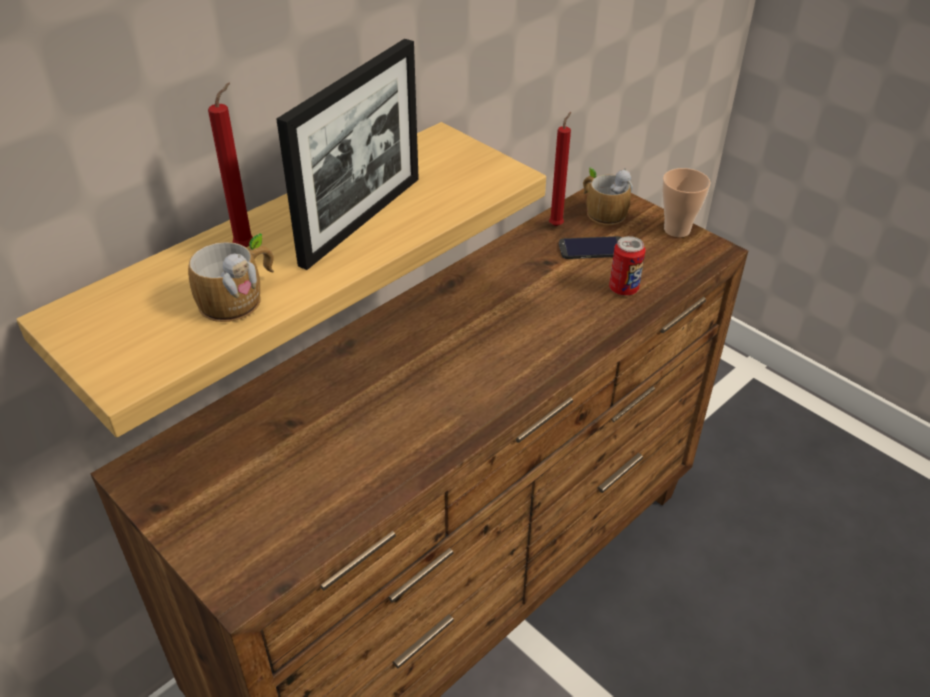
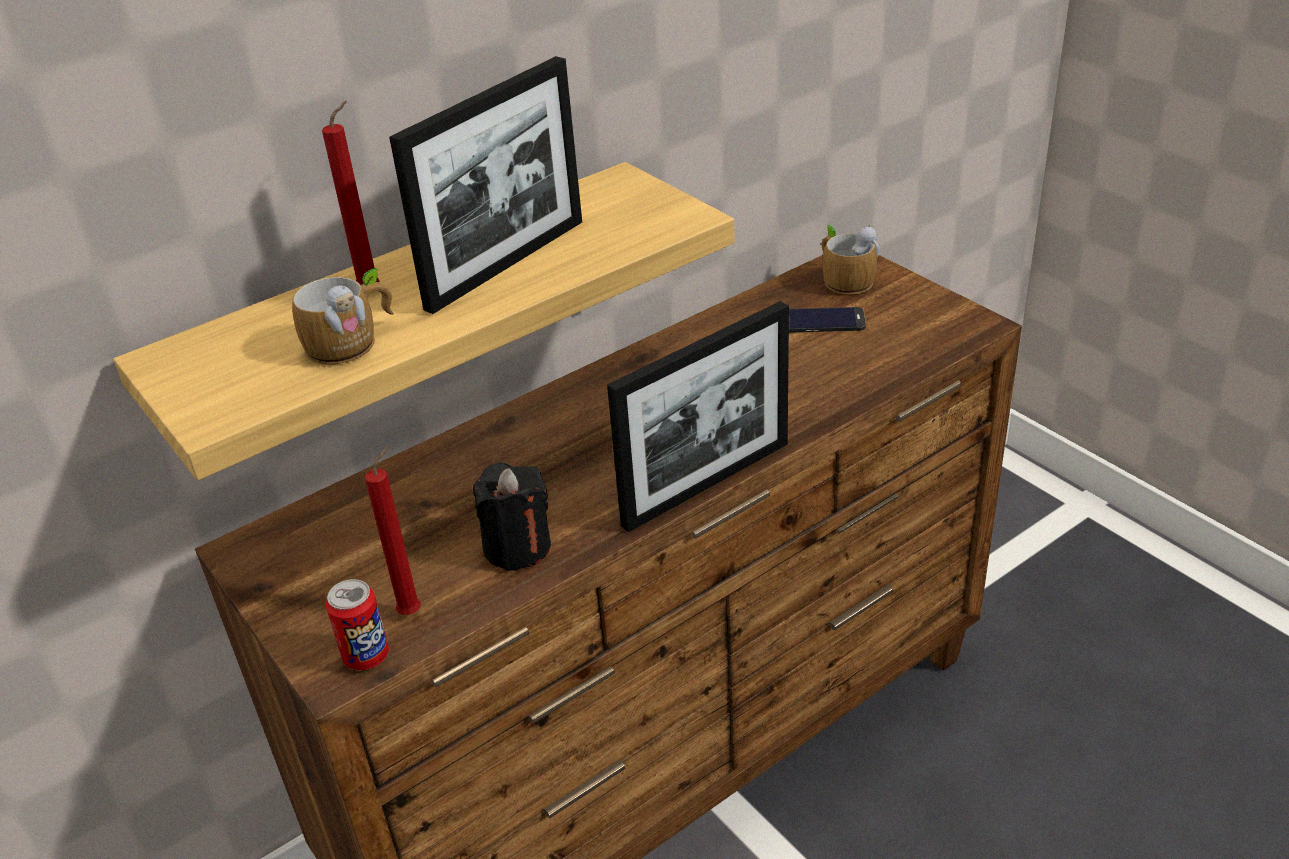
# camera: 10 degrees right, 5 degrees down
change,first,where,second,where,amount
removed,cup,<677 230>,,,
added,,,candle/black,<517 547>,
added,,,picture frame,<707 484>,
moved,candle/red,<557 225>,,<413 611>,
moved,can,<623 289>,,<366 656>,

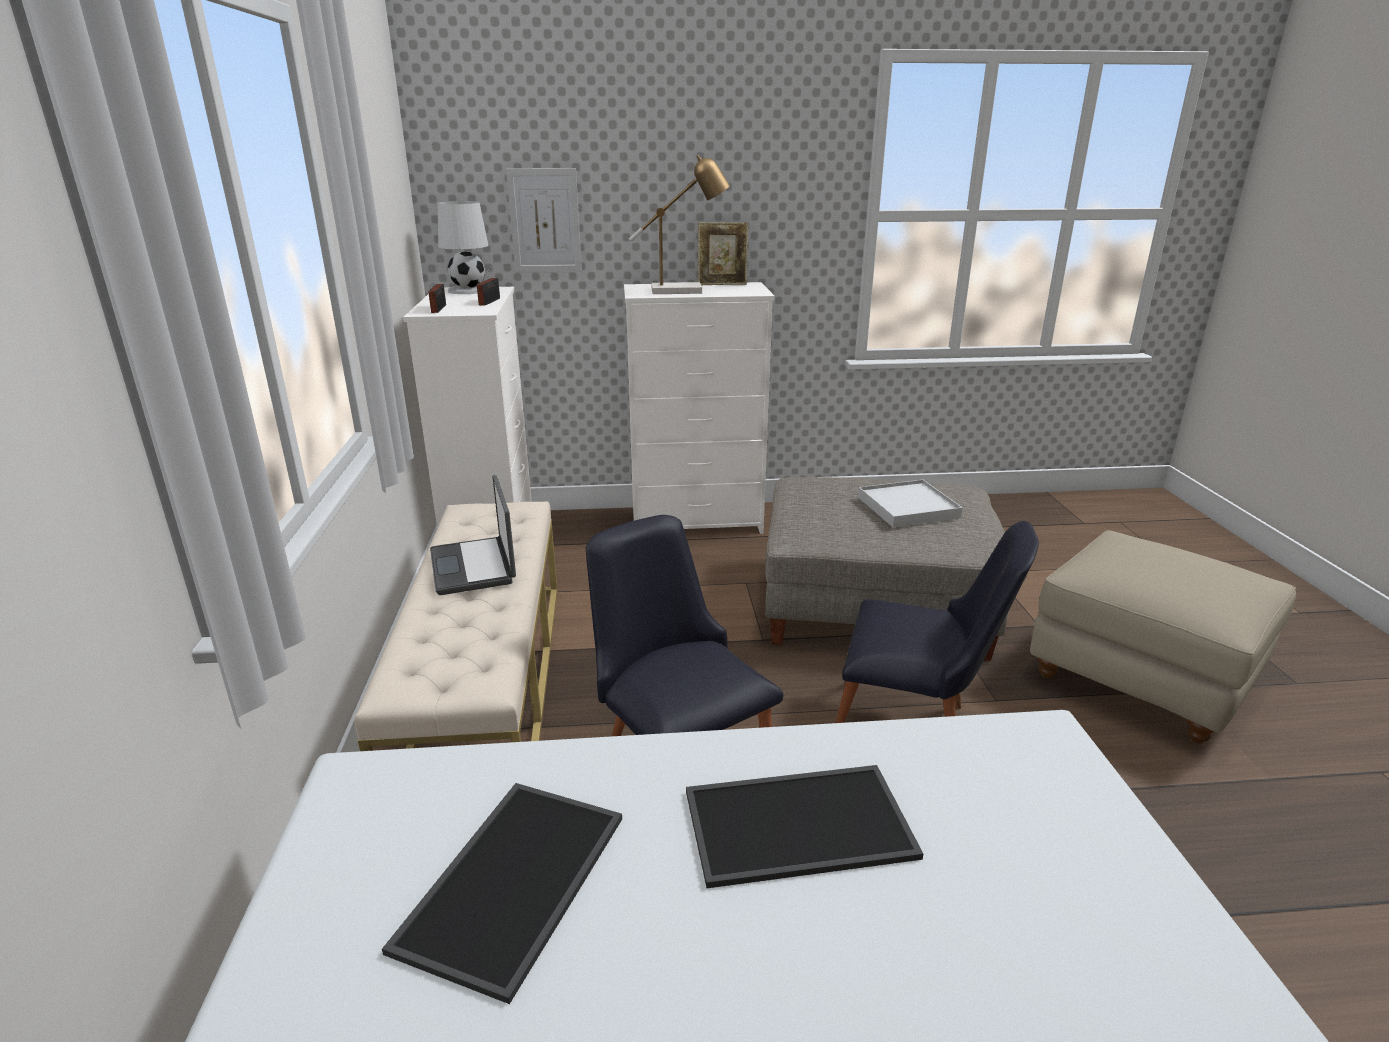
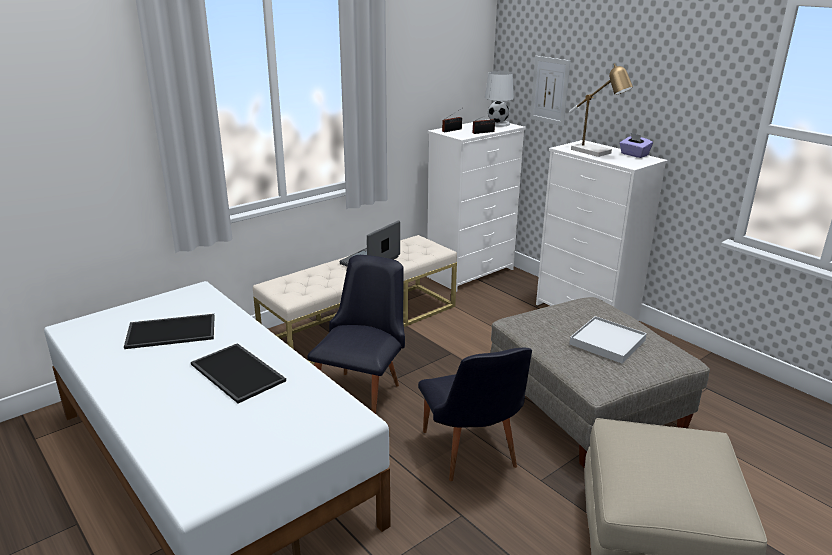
# camera: 55 degrees right, 0 degrees up
change,first,where,second,where,amount
replaced,picture frame,<722 284>,tissue box/purple,<634 155>,

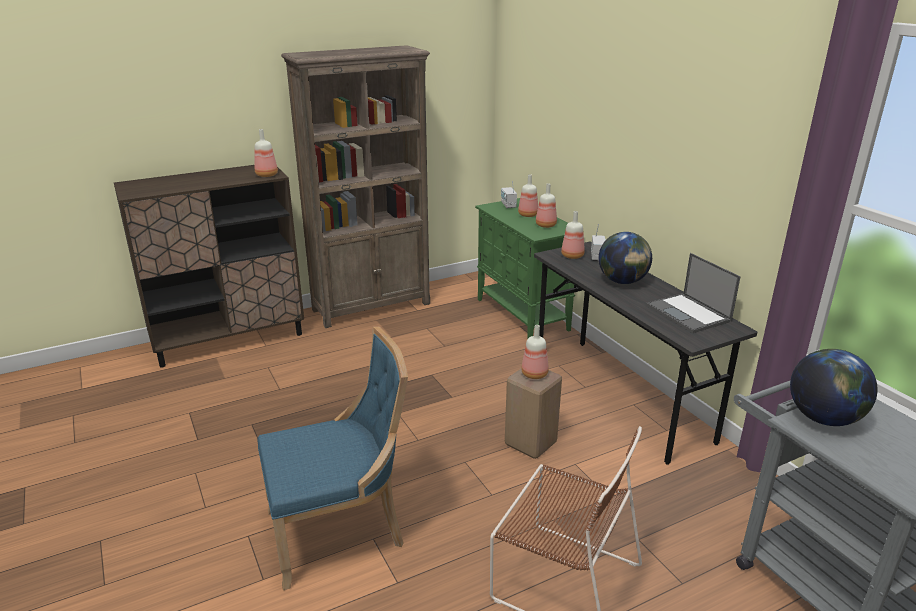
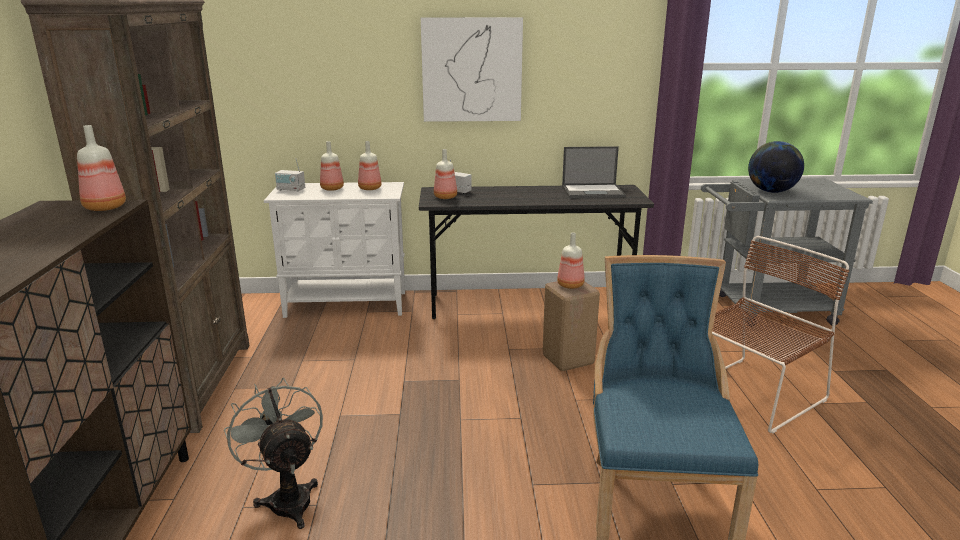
# camera: 65 degrees left, 5 degrees down
change,first,where,second,where,amount
removed,globe,<622 281>,,,
added,,,fan/grey,<287 498>,
added,,,picture,<472 70>,
recoloured,cabinet/green,<523 315>,cabinet/white,<347 304>,

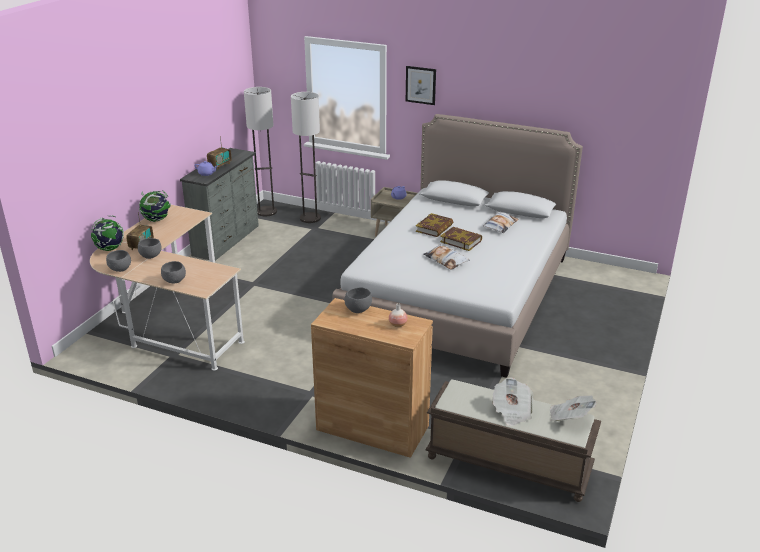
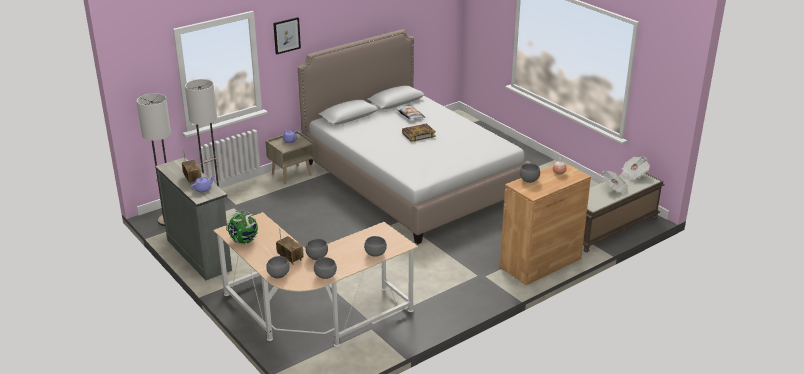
# camera: 60 degrees left, 0 degrees up
change,first,where,second,where,amount
removed,book,<434 228>,,,
removed,pillow,<446 260>,,,
replaced,globe,<110 249>,bowl/grey,<278 275>,

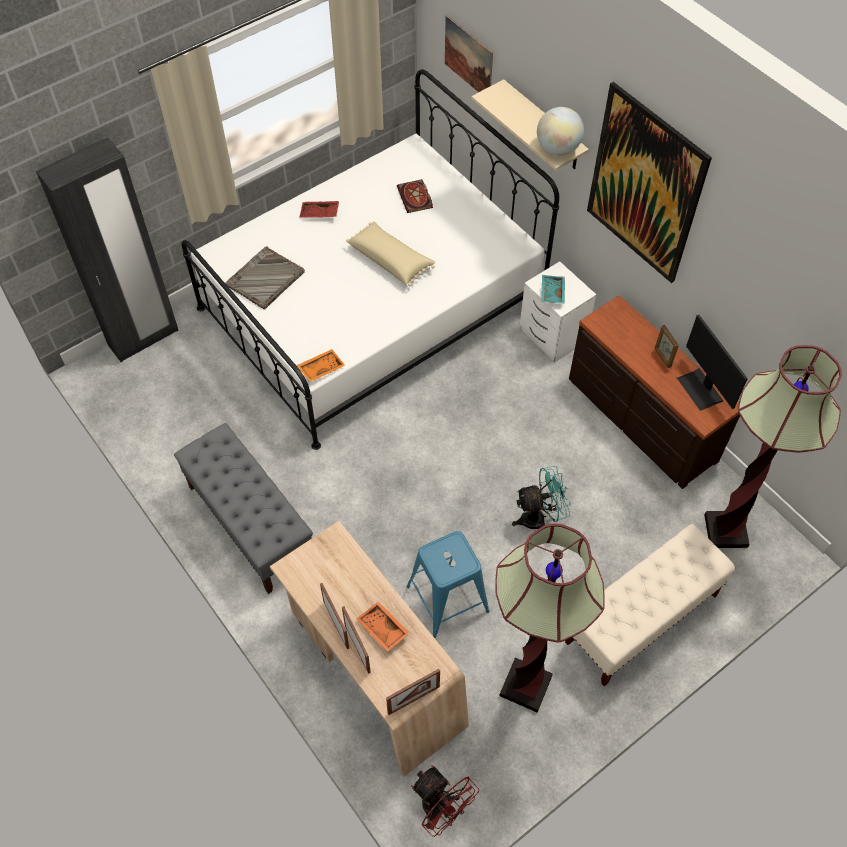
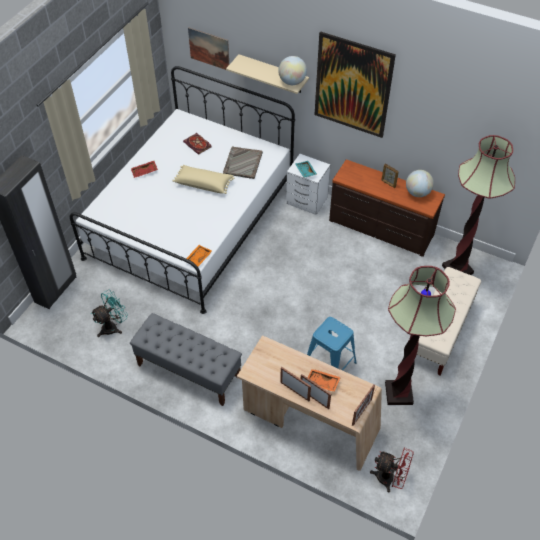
# camera: 25 degrees left, 5 degrees down
change,first,where,second,where,amount
moved,tray/grey,<264 279>,,<242 163>,
moved,fan/turquoise,<539 518>,,<113 326>,
replaced,monitor,<700 389>,globe,<417 193>,

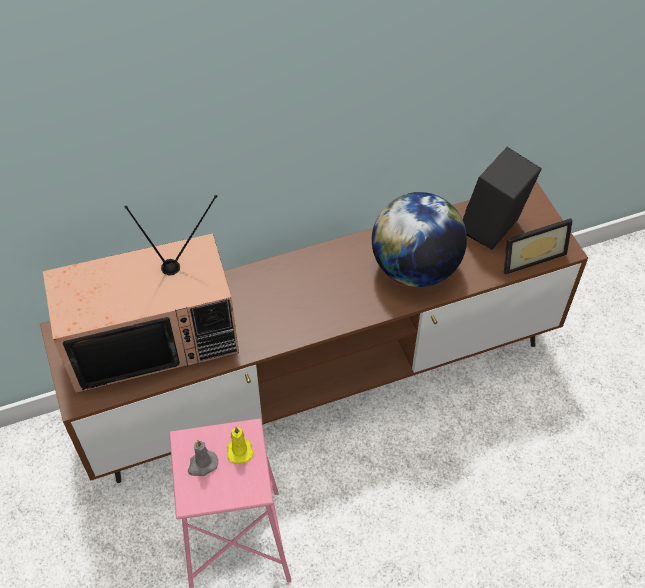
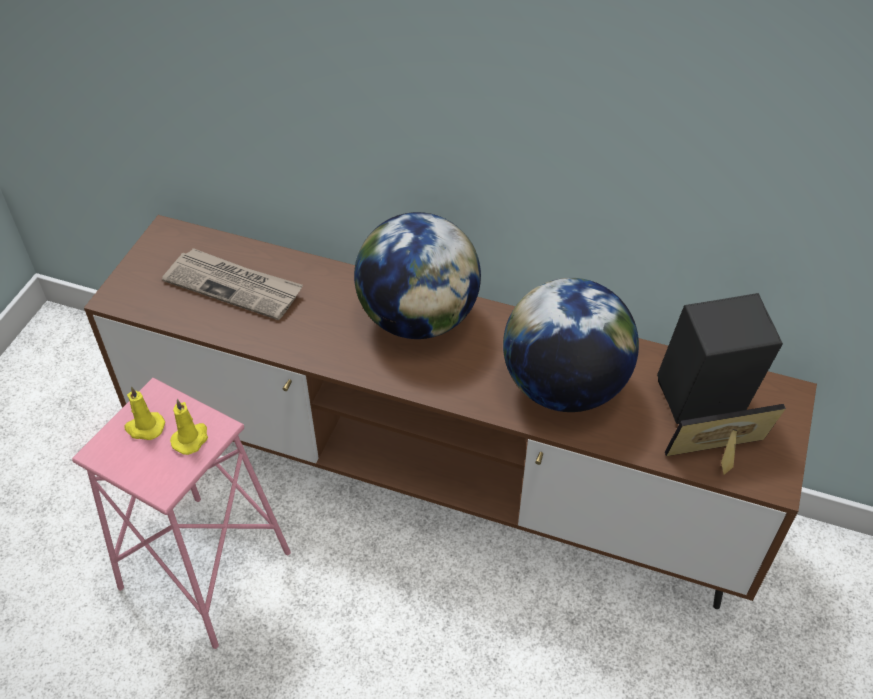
# camera: 40 degrees right, 5 degrees down
change,first,where,second,where,amount
added,,,globe,<418 318>,
replaced,television,<153 337>,newspaper,<235 286>,
recoloured,candle/grey,<202 465>,candle/yellow,<144 427>,
turned,picture frame,<530 255>,,<720 459>,150 degrees clockwise

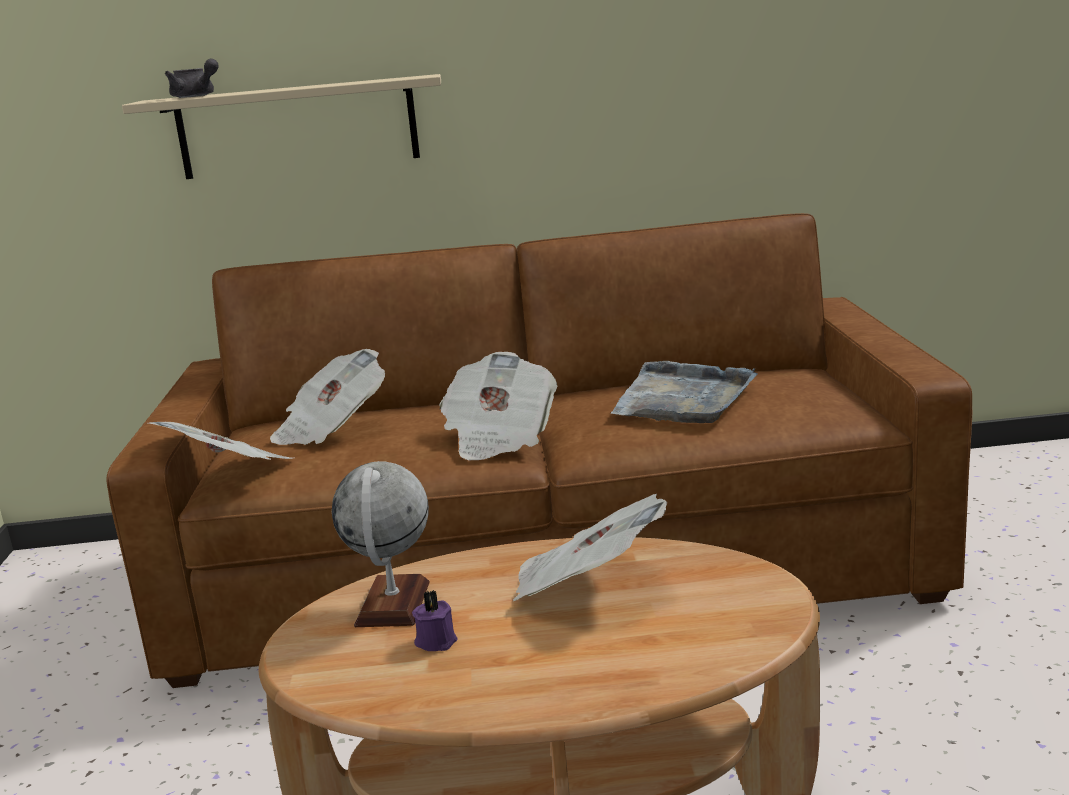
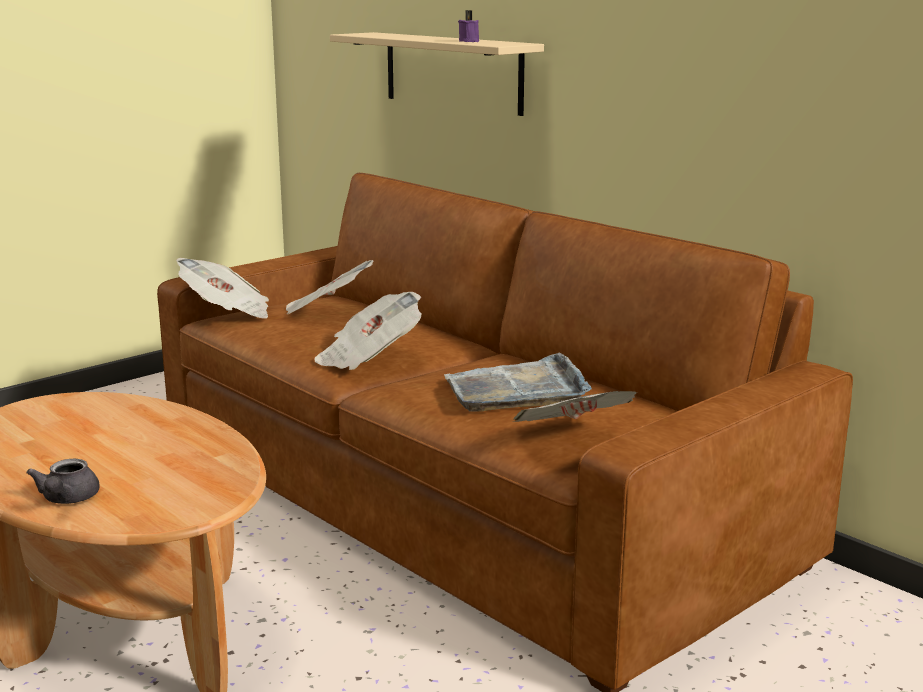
# camera: 50 degrees right, 0 degrees up
change,first,where,second,where,amount
removed,globe,<393 604>,,,
moved,teapot/grey,<196 96>,,<67 500>,
moved,candle/purple,<436 640>,,<469 41>,
moved,newspaper,<587 586>,,<571 439>,

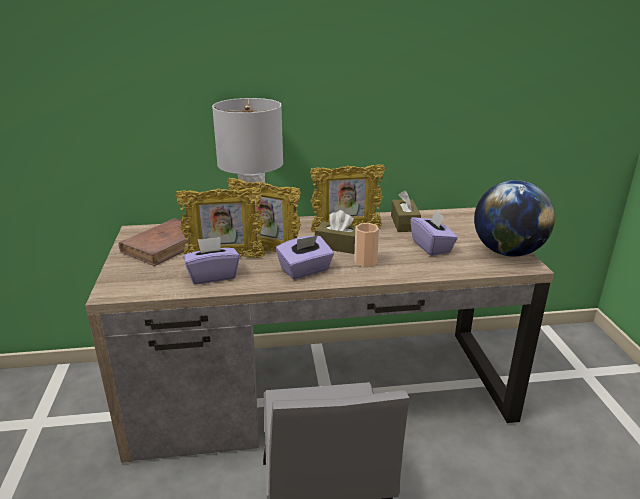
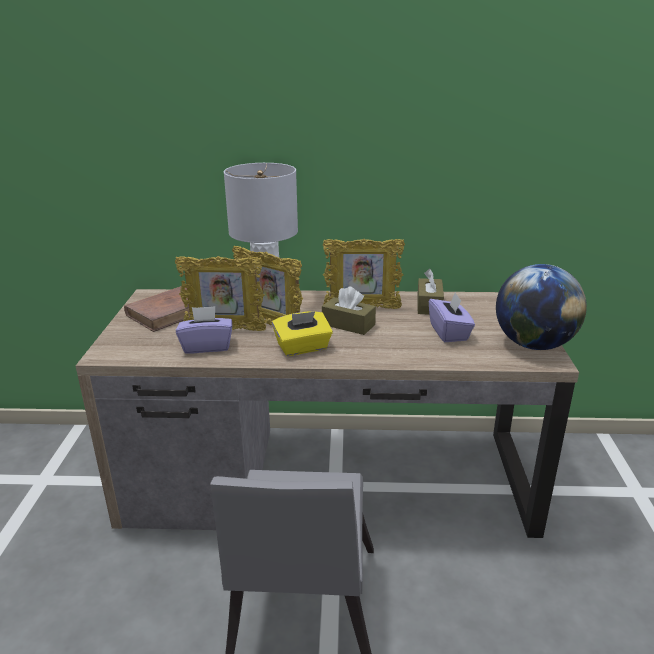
# camera: 10 degrees right, 0 degrees up
change,first,where,second,where,amount
removed,cup,<365 262>,,,
recoloured,tissue box/purple,<305 270>,tissue box/yellow,<303 348>,

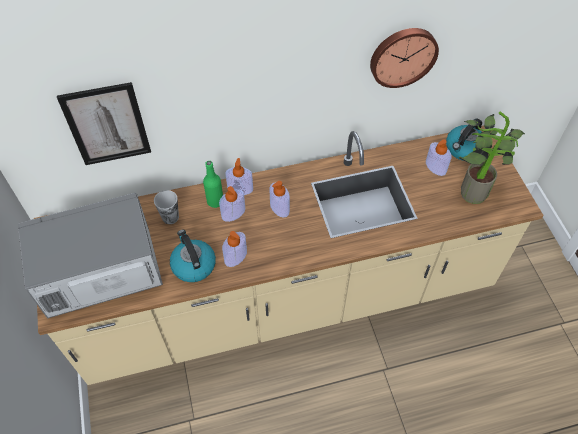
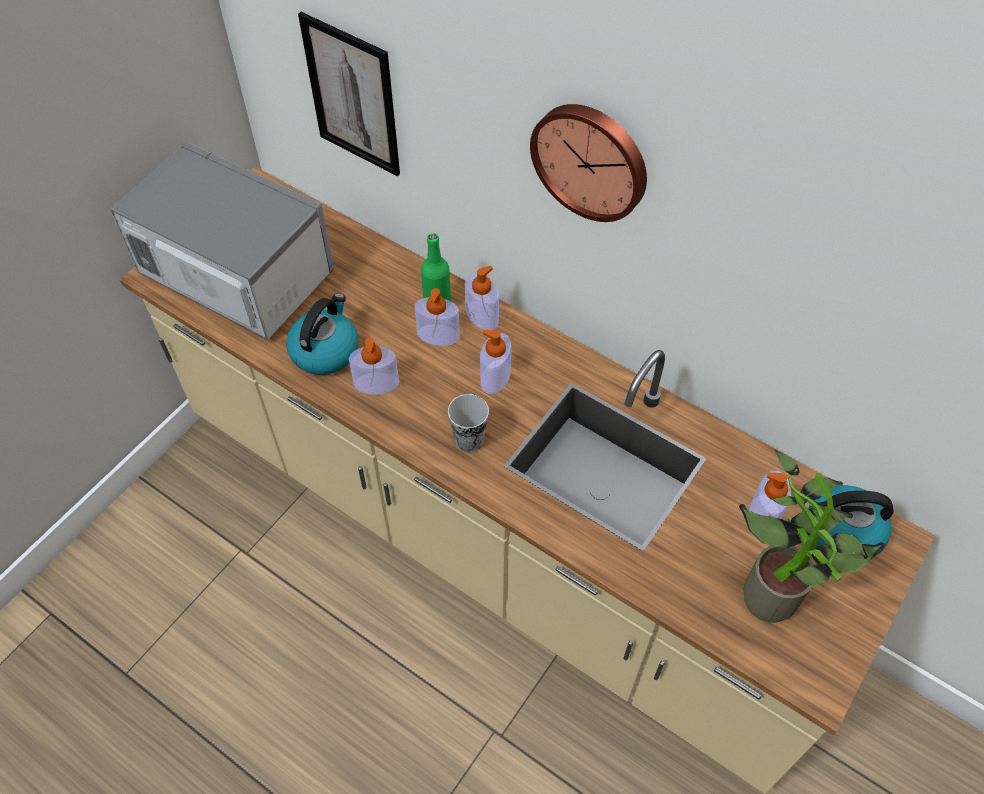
# camera: 50 degrees right, 0 degrees up
change,first,where,second,where,amount
moved,cup,<170 217>,,<469 440>,
moved,wall clock,<402 56>,,<591 160>,

